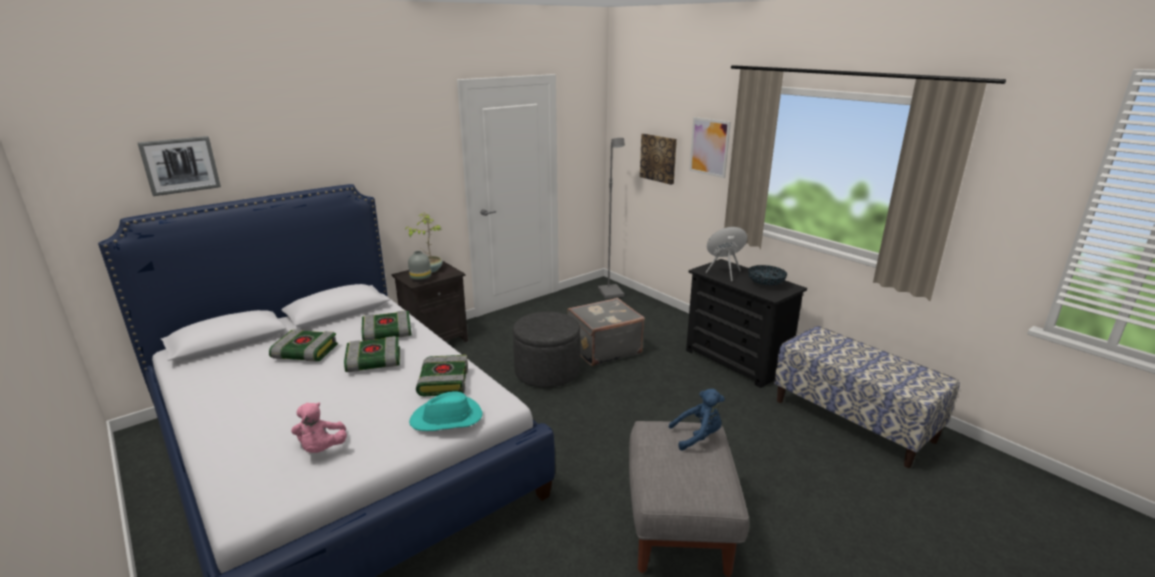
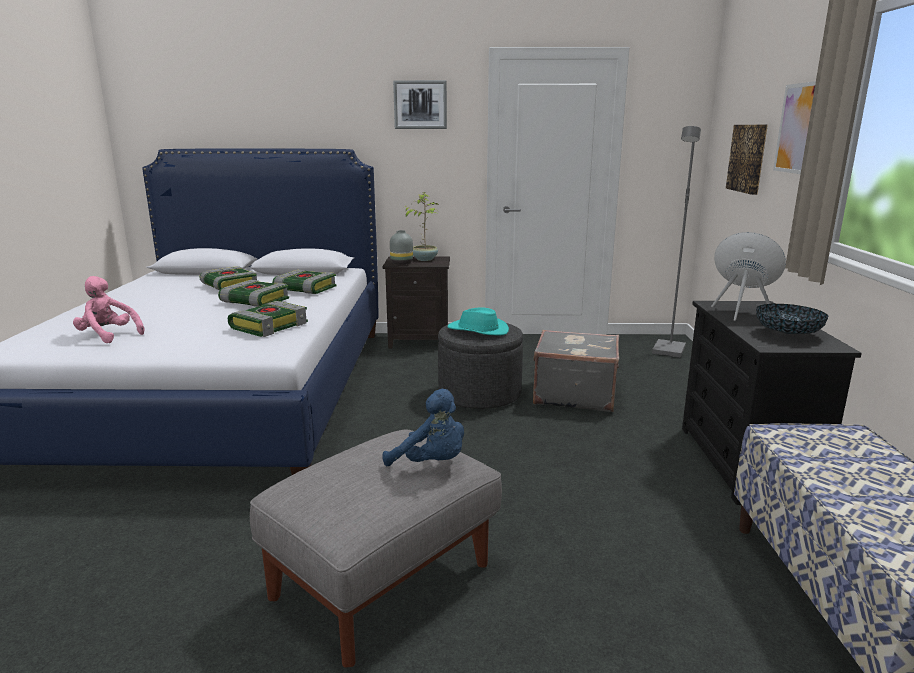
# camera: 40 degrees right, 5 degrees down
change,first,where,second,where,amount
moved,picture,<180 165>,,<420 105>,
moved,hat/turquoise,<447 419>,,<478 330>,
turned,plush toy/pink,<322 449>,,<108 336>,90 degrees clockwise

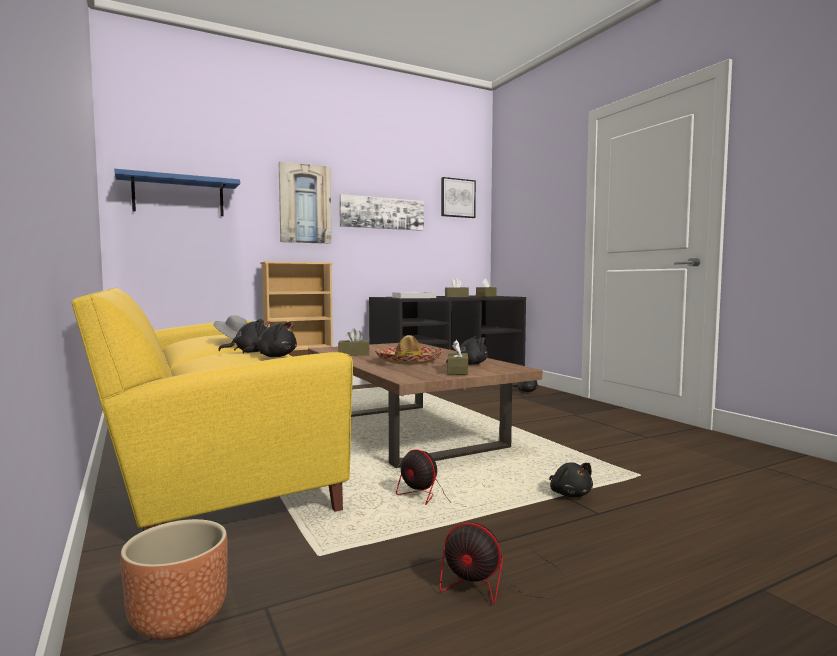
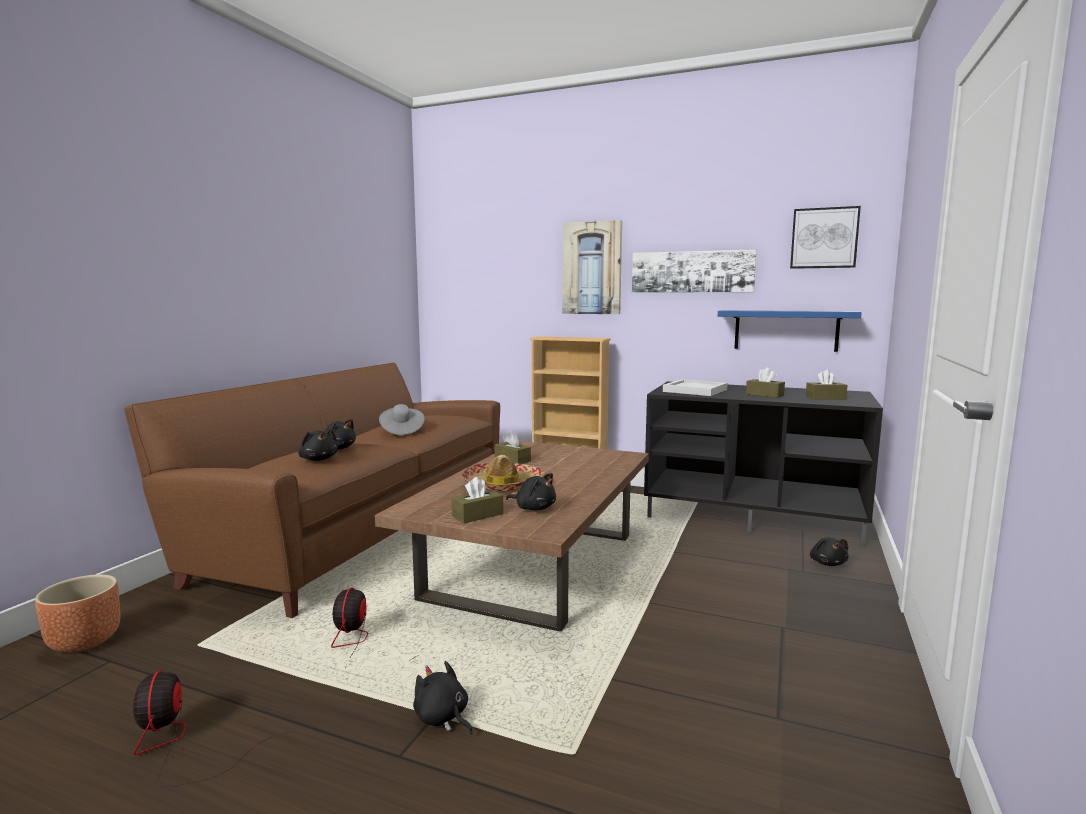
# camera: 50 degrees right, 5 degrees up
change,first,where,second,where,amount
moved,shelf/blue,<178 196>,,<785 330>,
recoloured,sofa/yellow,<204 457>,sofa/brown,<358 528>,
turned,plush toy/black,<569 494>,,<443 718>,105 degrees clockwise

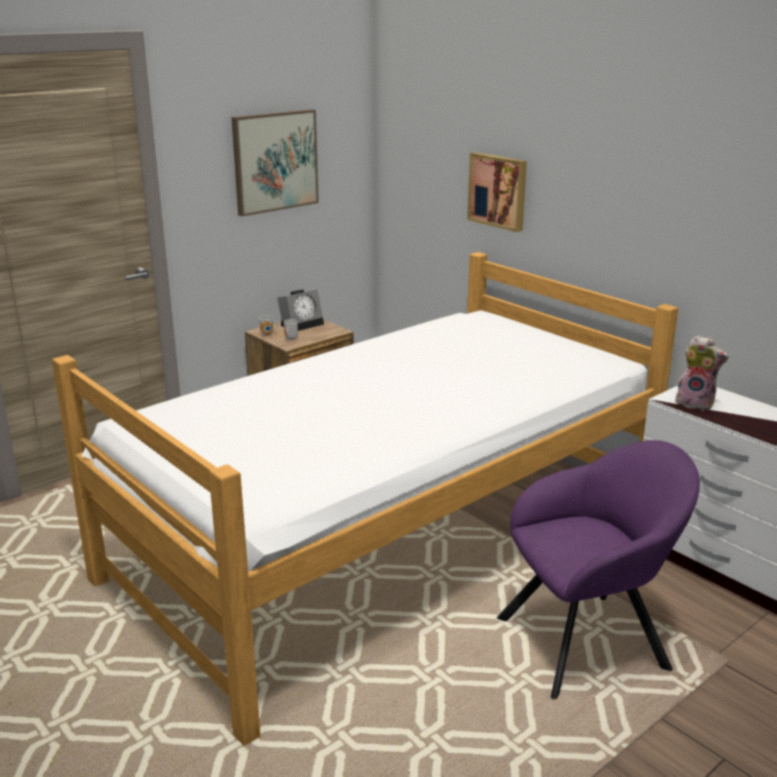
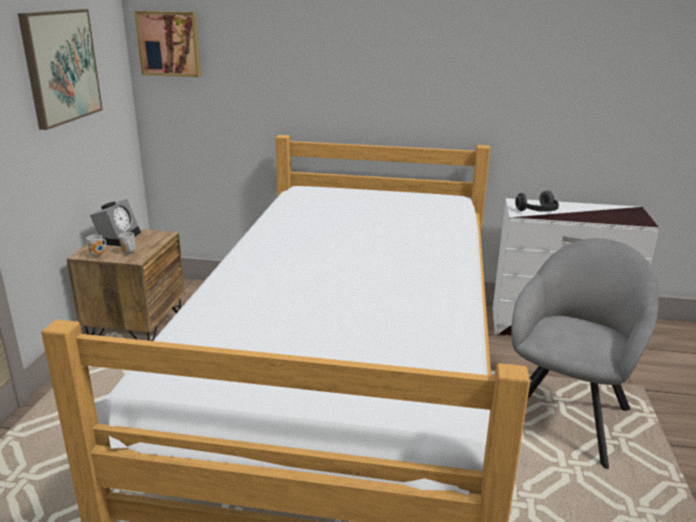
# camera: 40 degrees left, 0 degrees up
change,first,where,second,where,amount
moved,picture,<498 191>,,<169 43>,
replaced,plush toy,<696 403>,headphones,<538 212>,
recoloured,armchair/purple,<590 642>,armchair/grey,<567 415>,

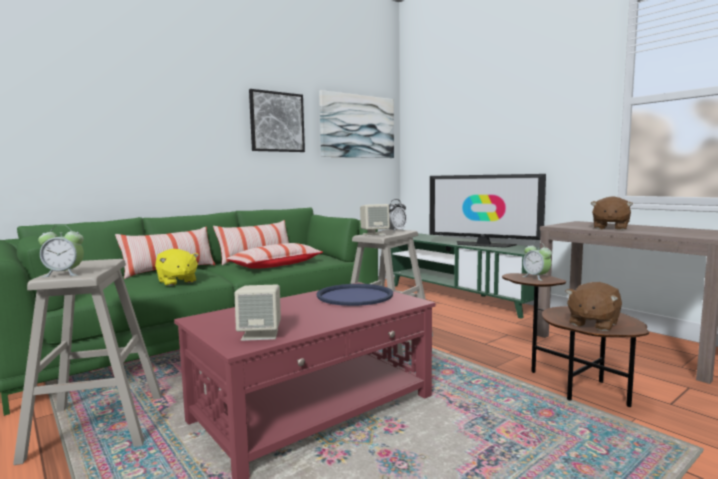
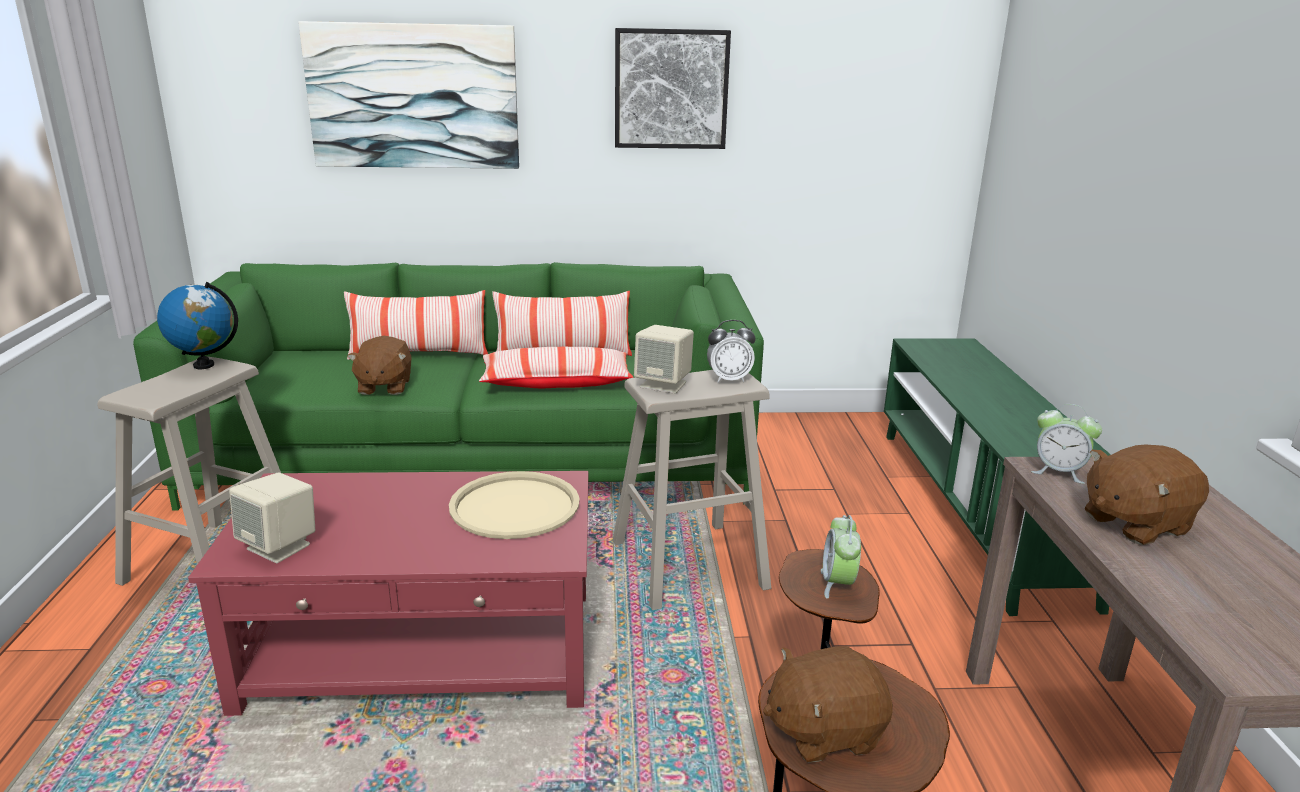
# camera: 35 degrees right, 15 degrees up
change,first,where,second,where,amount
removed,television,<483 244>,,,
added,,,globe,<204 365>,
moved,alarm clock,<64 274>,,<1058 472>,
moved,picture,<357 126>,,<413 96>,
recoloured,plush toy/yellow,<177 281>,plush toy/brown,<384 387>,
recoloured,tray/blue,<354 296>,tray/beige,<514 506>,

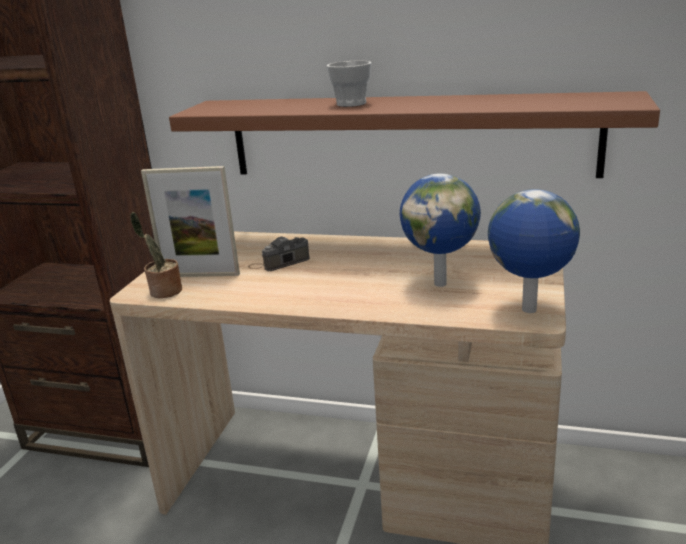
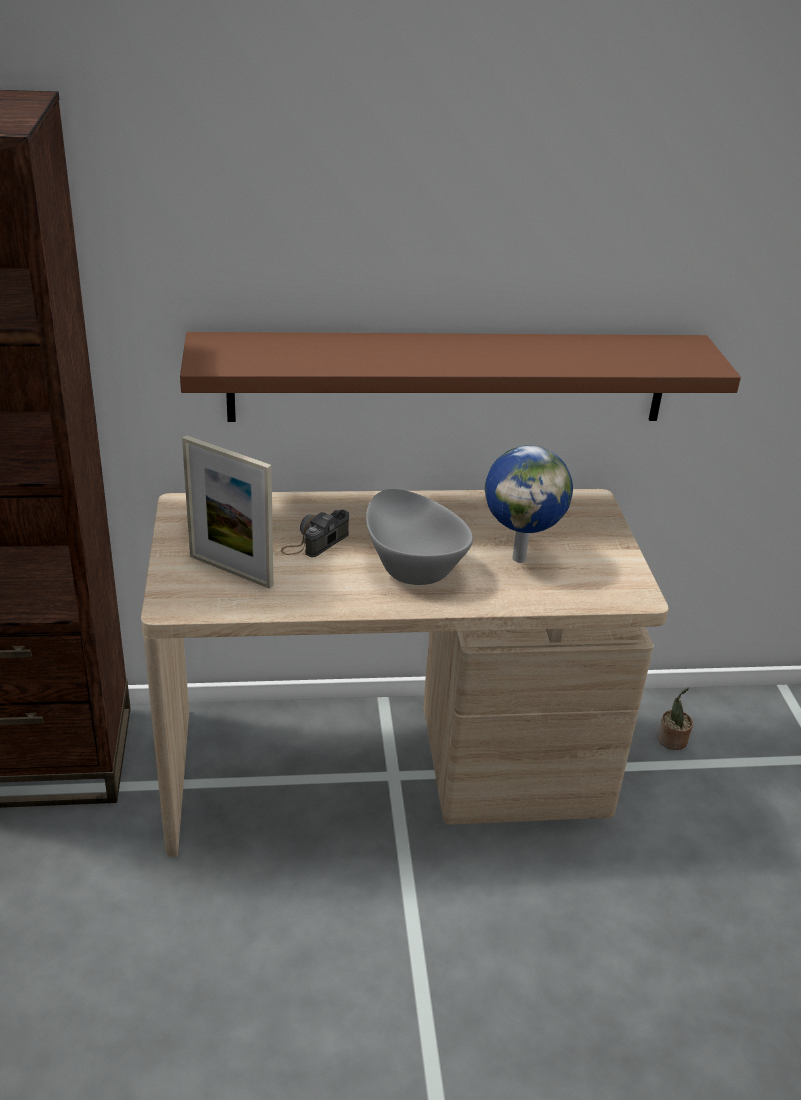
# camera: 25 degrees left, 10 degrees up
change,first,where,second,where,amount
removed,cup,<351 104>,,,
removed,globe,<529 310>,,,
added,,,bowl/grey,<412 565>,
moved,potted plant,<164 292>,,<672 741>,
turned,picture frame,<200 275>,,<231 571>,45 degrees clockwise

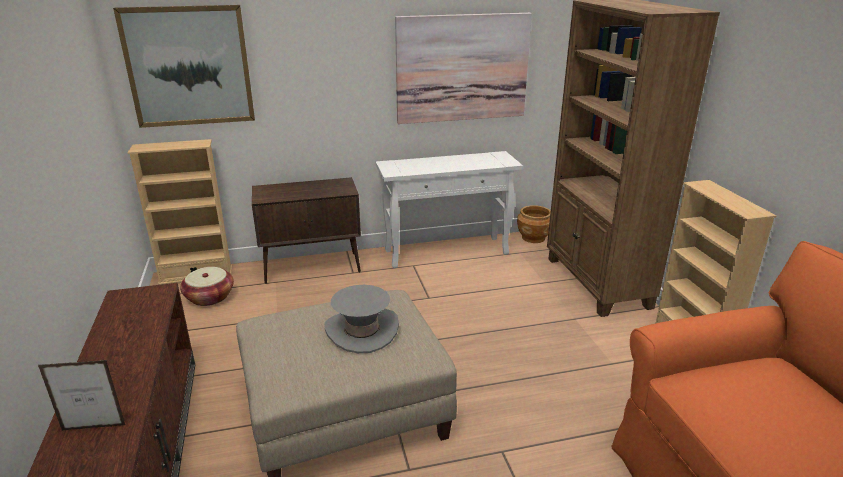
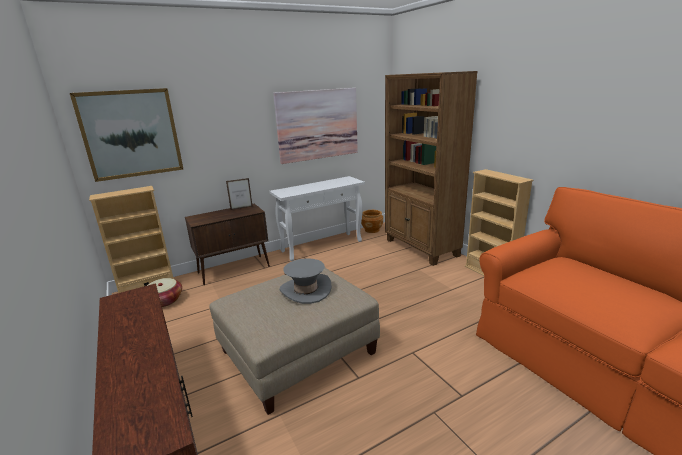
# camera: 15 degrees left, 5 degrees down
change,first,where,second,where,amount
moved,picture frame,<94 427>,,<241 208>,

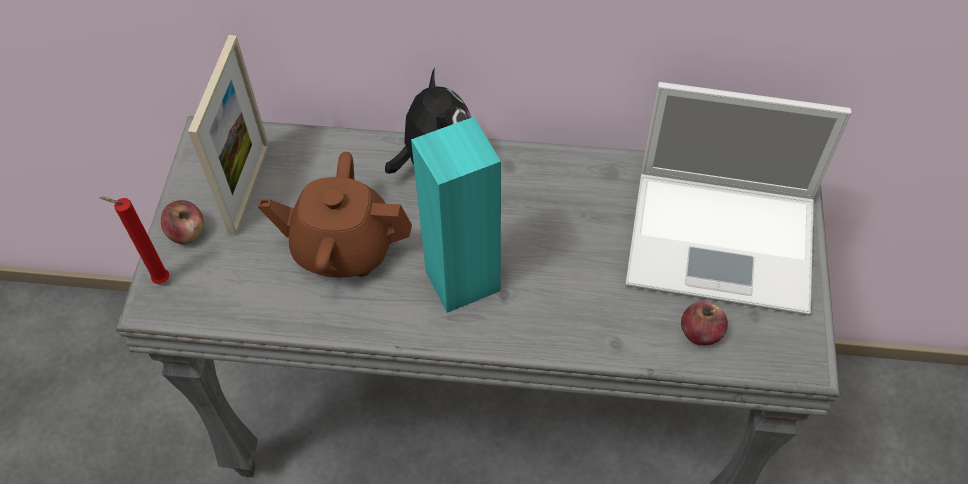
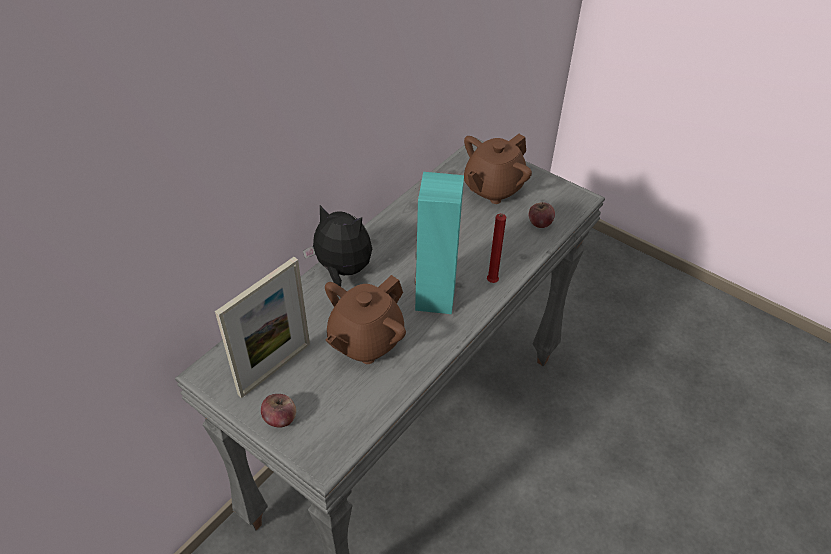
# camera: 60 degrees left, 10 degrees down
change,first,where,second,where,amount
moved,candle/red,<159 280>,,<491 283>,
replaced,laptop,<725 241>,teapot/brown,<493 188>,
turned,picture frame,<249 188>,,<274 368>,90 degrees clockwise

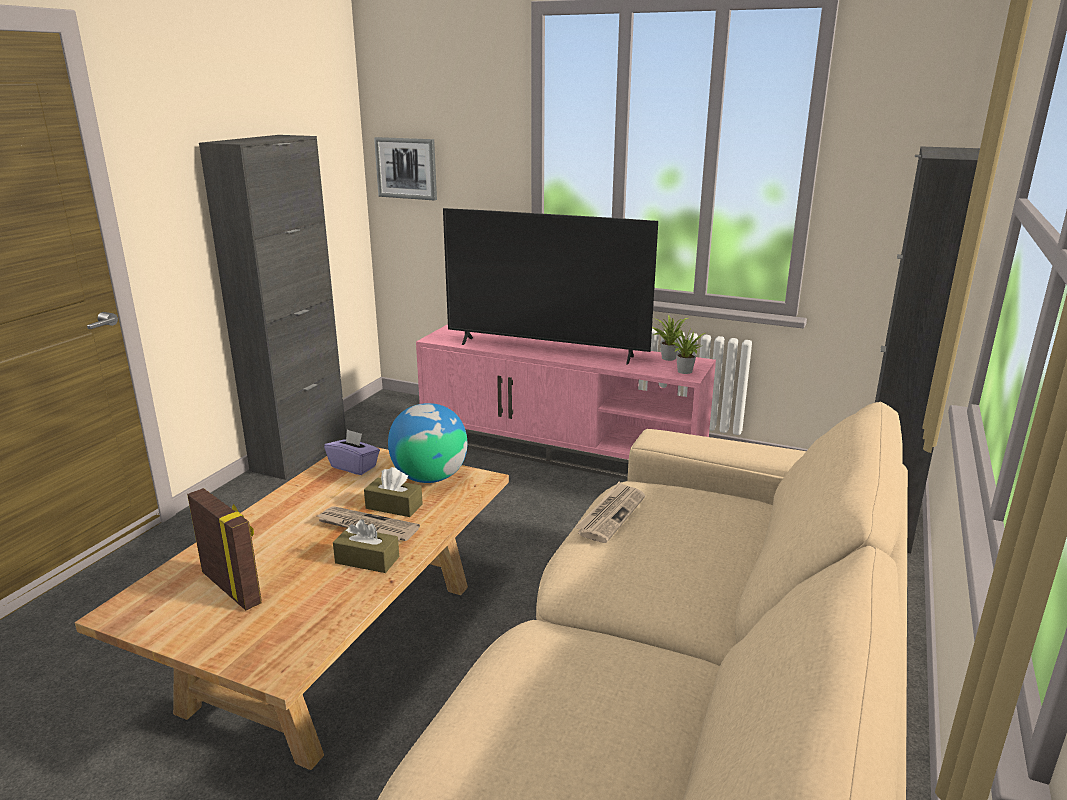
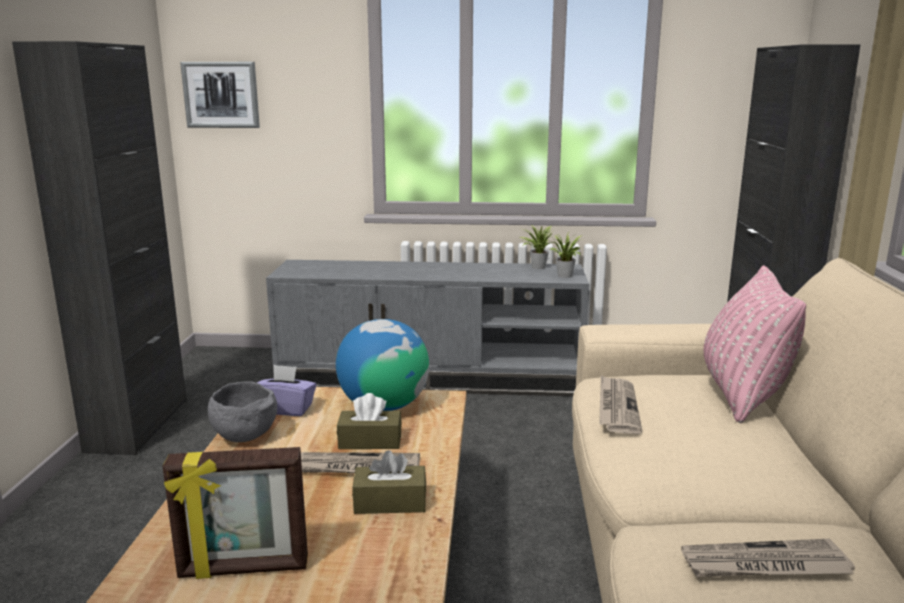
# camera: 20 degrees left, 5 degrees down
change,first,where,second,where,amount
removed,television,<546 350>,,,
added,,,bowl/grey,<243 436>,
added,,,newspaper,<764 565>,
added,,,pillow/pink,<742 395>,
recoloured,tv stand/pink,<561 449>,tv stand/grey,<431 377>,
turned,picture frame,<233 587>,,<243 569>,150 degrees clockwise

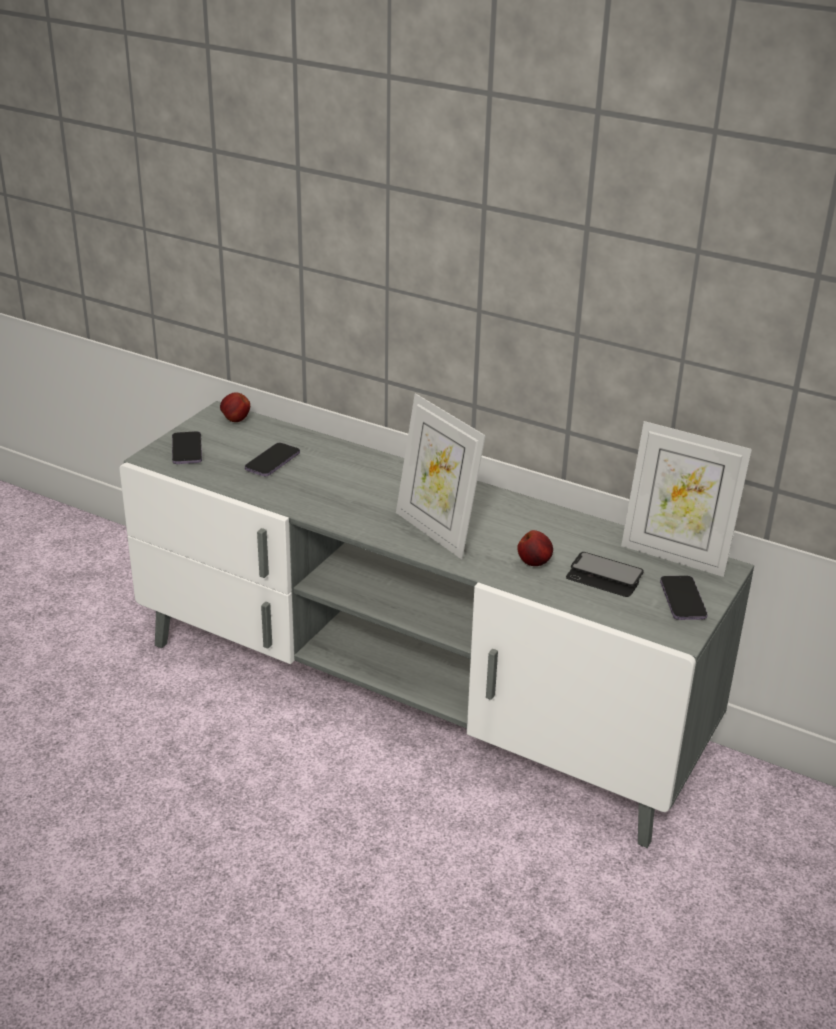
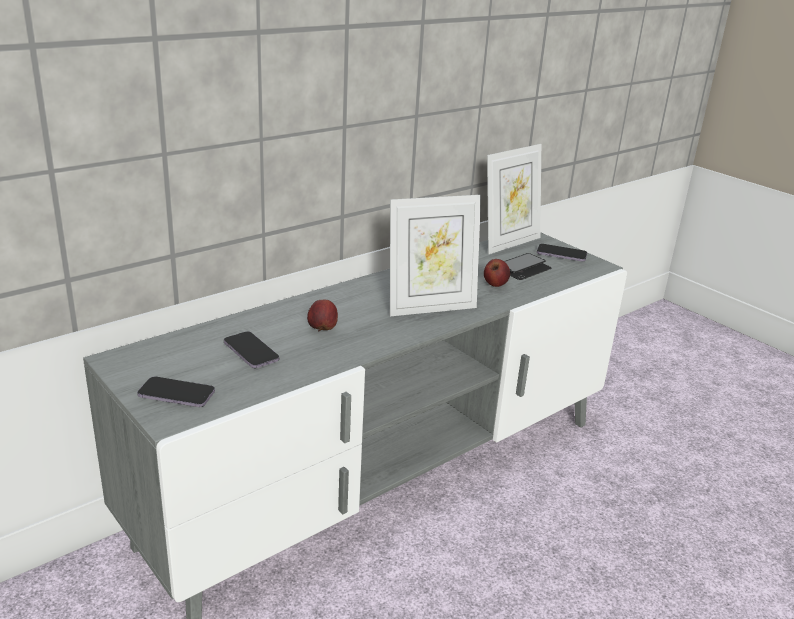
# camera: 70 degrees left, 5 degrees down
change,first,where,second,where,amount
moved,apple,<235 420>,,<322 329>,

